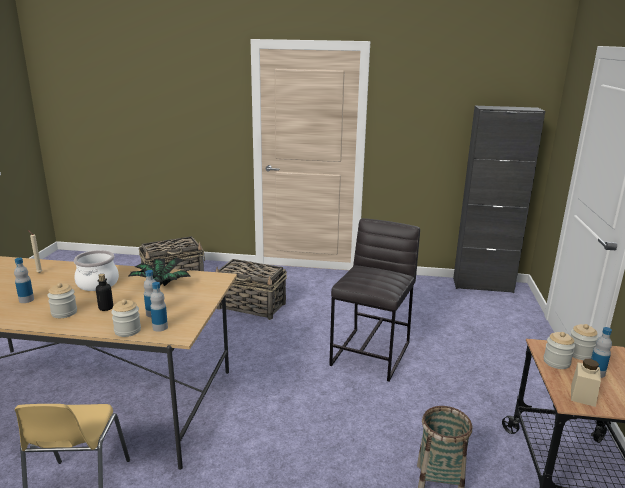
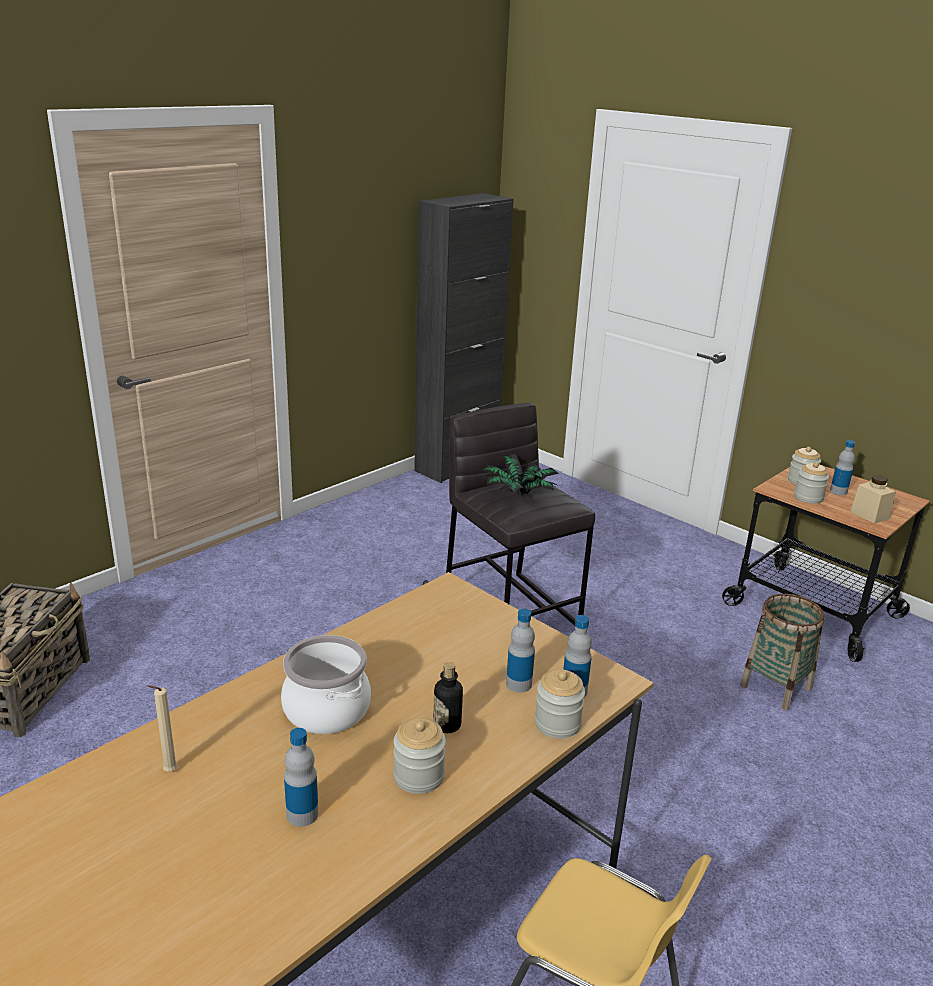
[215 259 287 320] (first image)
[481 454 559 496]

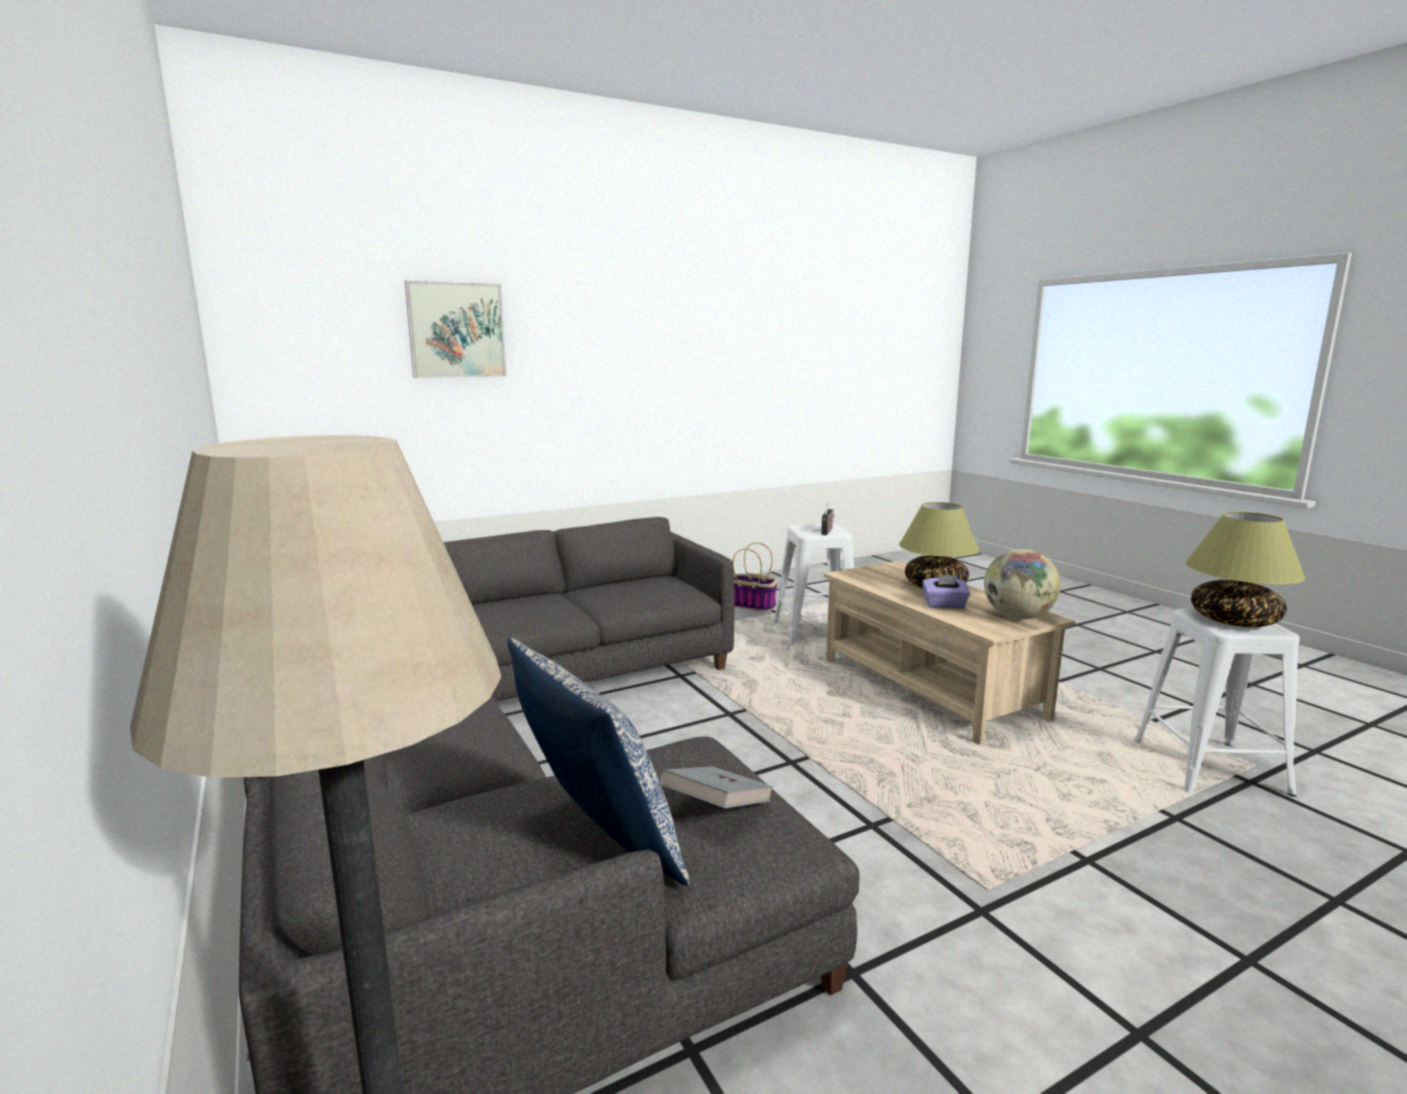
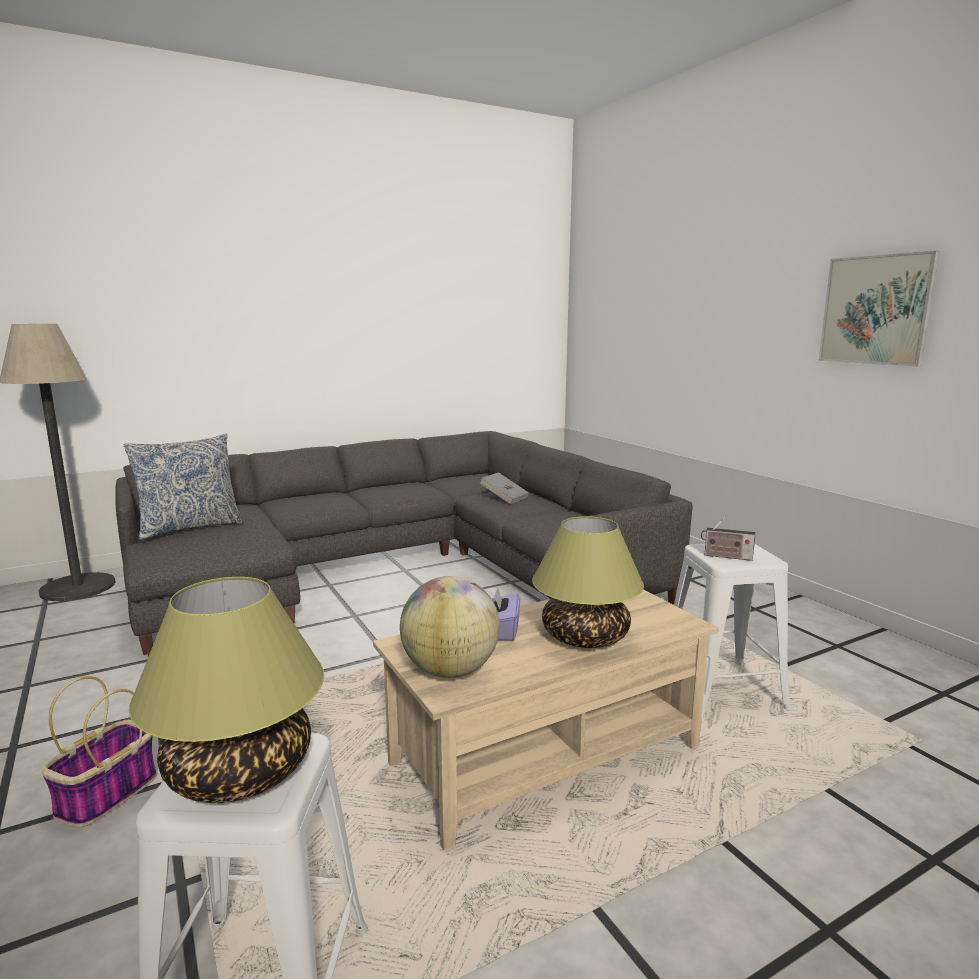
[819 251 940 367]
[480 472 529 504]
[41 676 157 827]

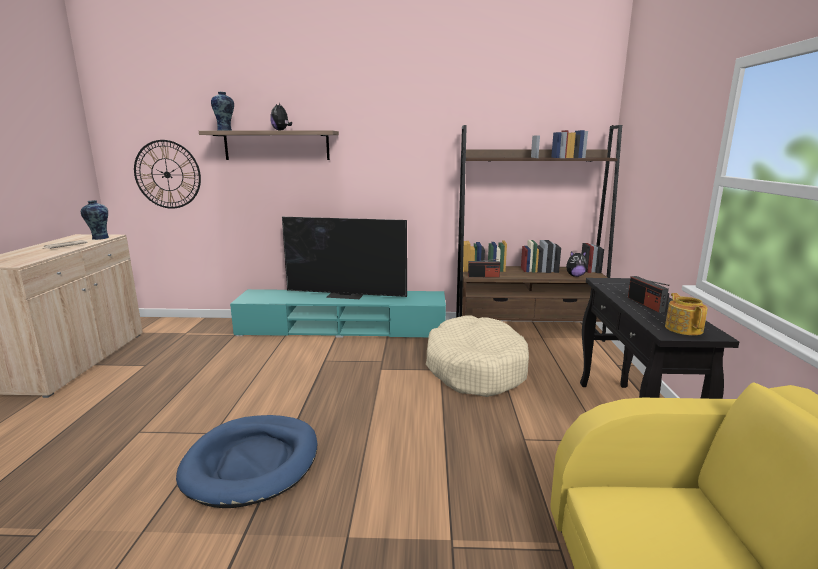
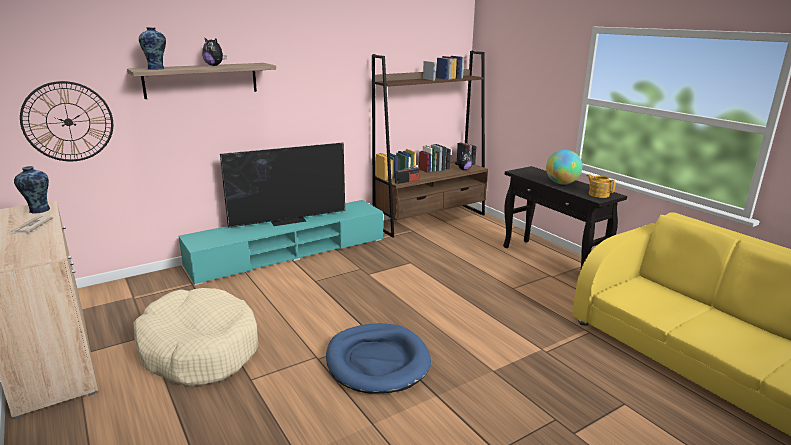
[133 288 258 387]
[546 150 582 185]

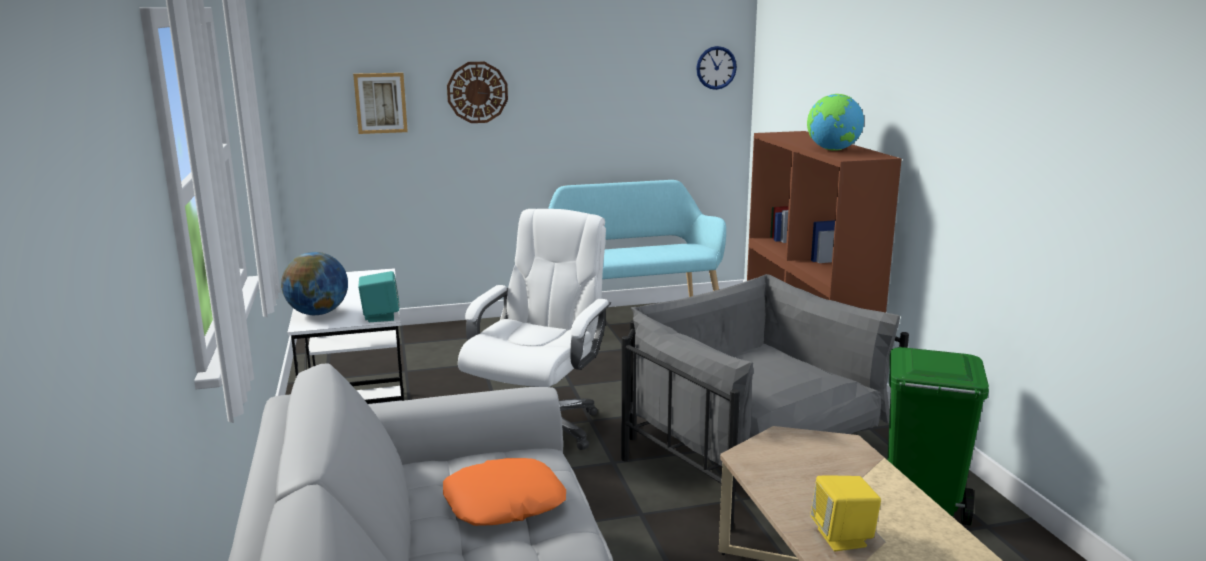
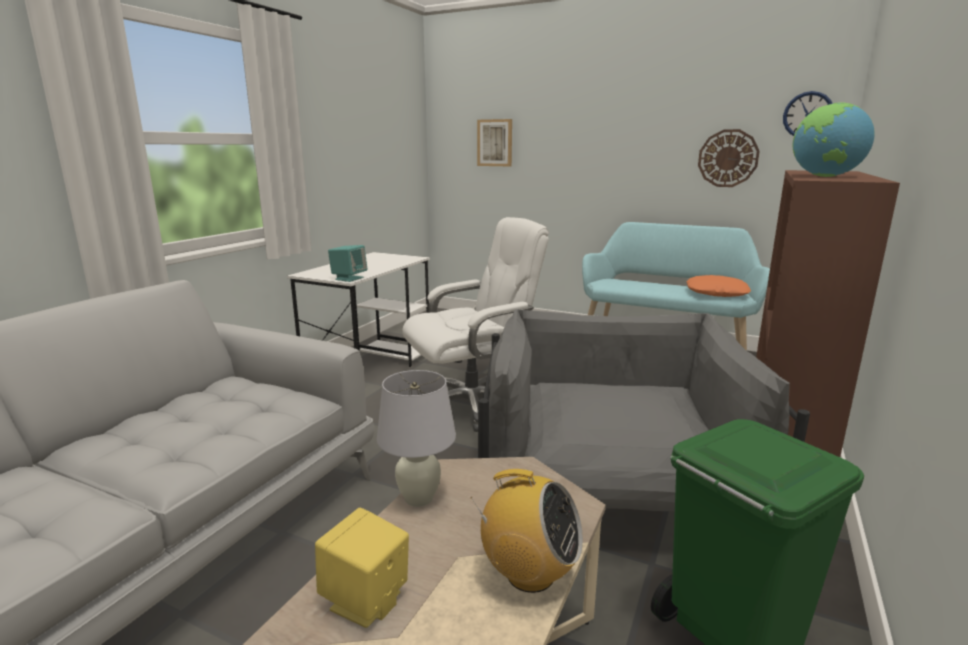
[281 252 348 315] (first image)
[377 370 456 507]
[471 469 583 593]
[687 275 751 297]
[698 129 760 187]

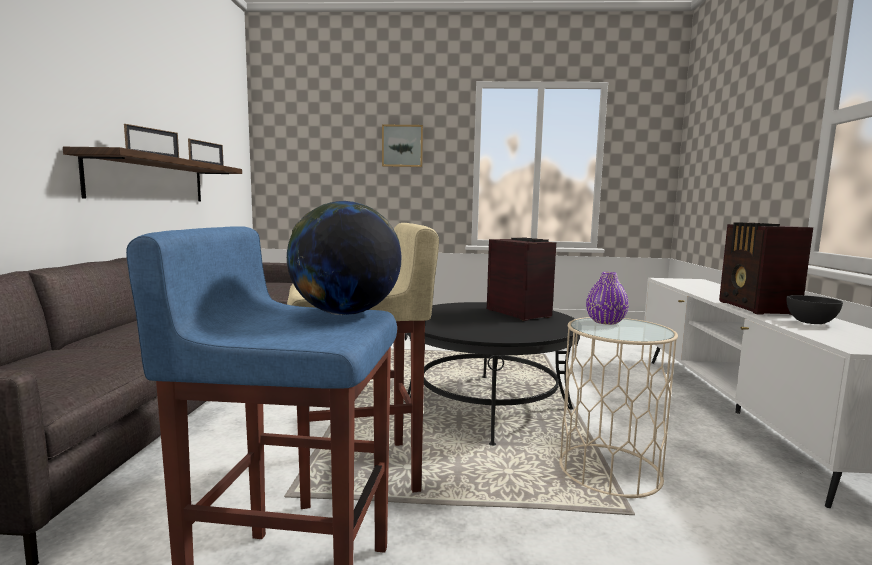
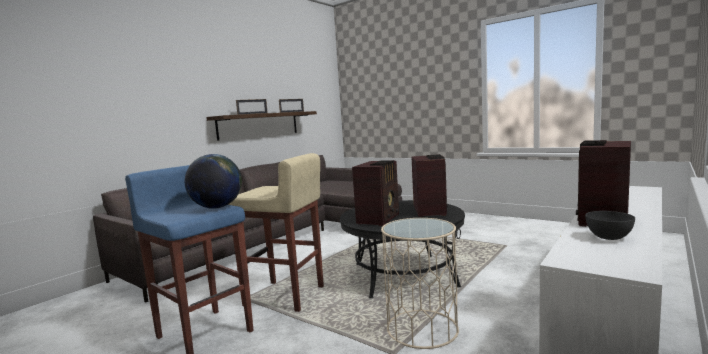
[382 125 423 167] (first image)
[586 272 629 325] (first image)
[352 160 399 226]

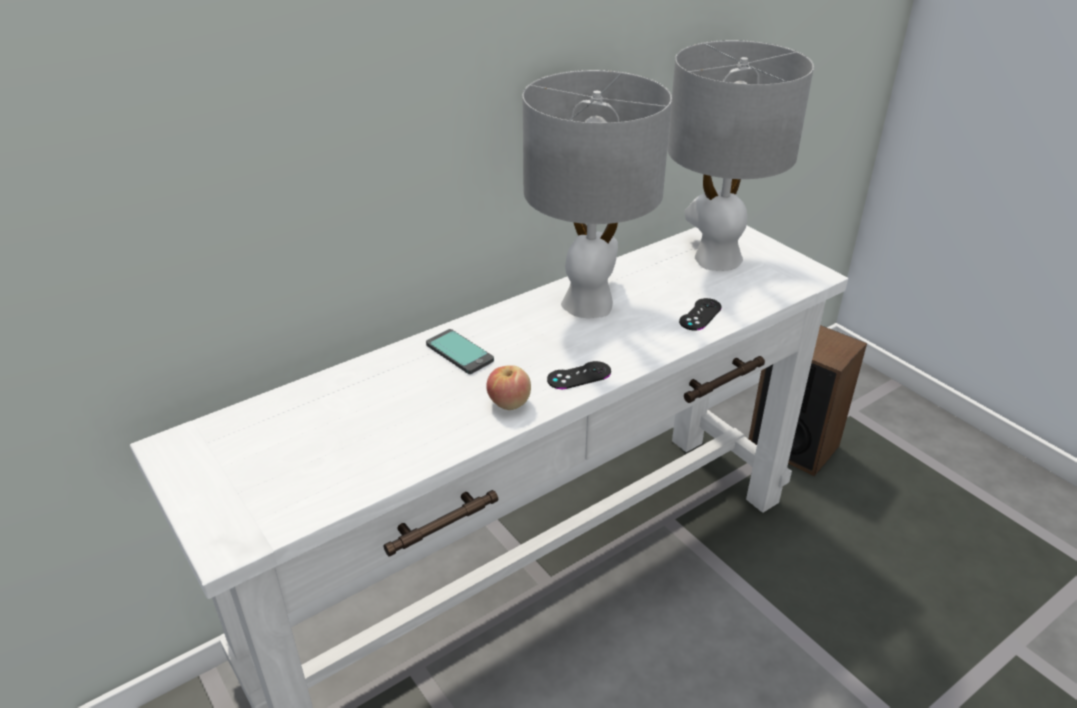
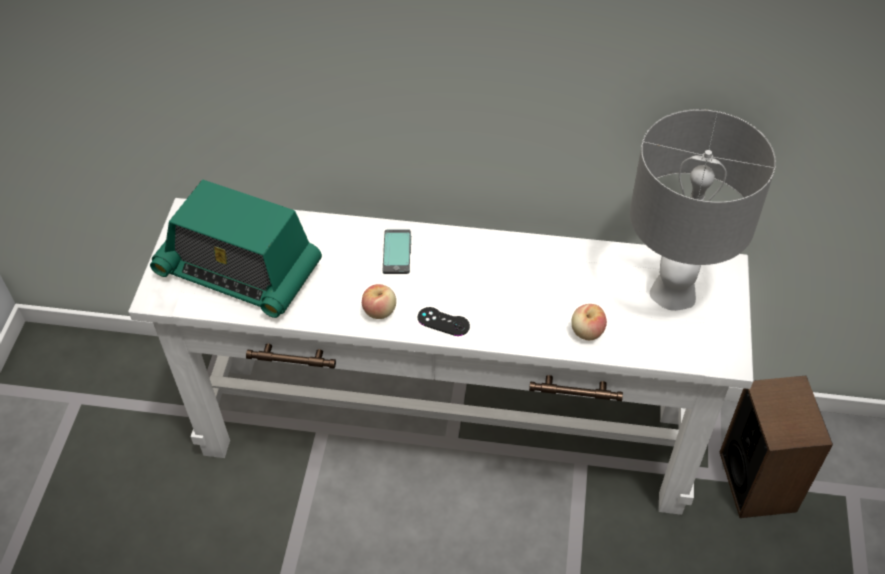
[523 70 672 318] (first image)
[150 179 322 318]
[571 304 607 340]

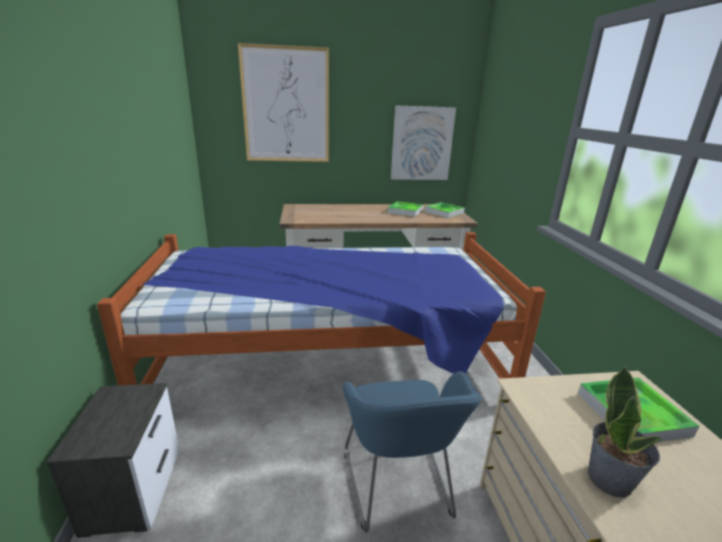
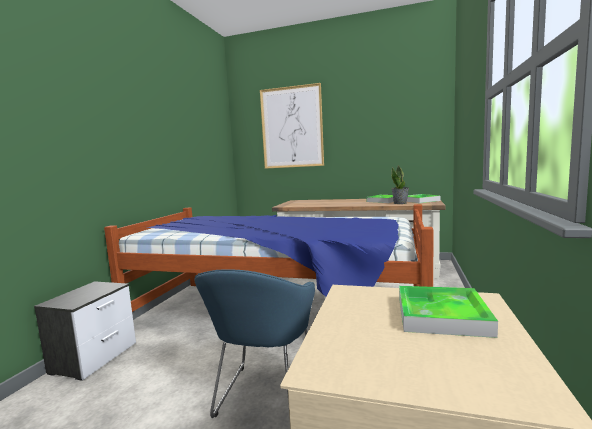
[391 105 456 180] (first image)
[391 166 409 204]

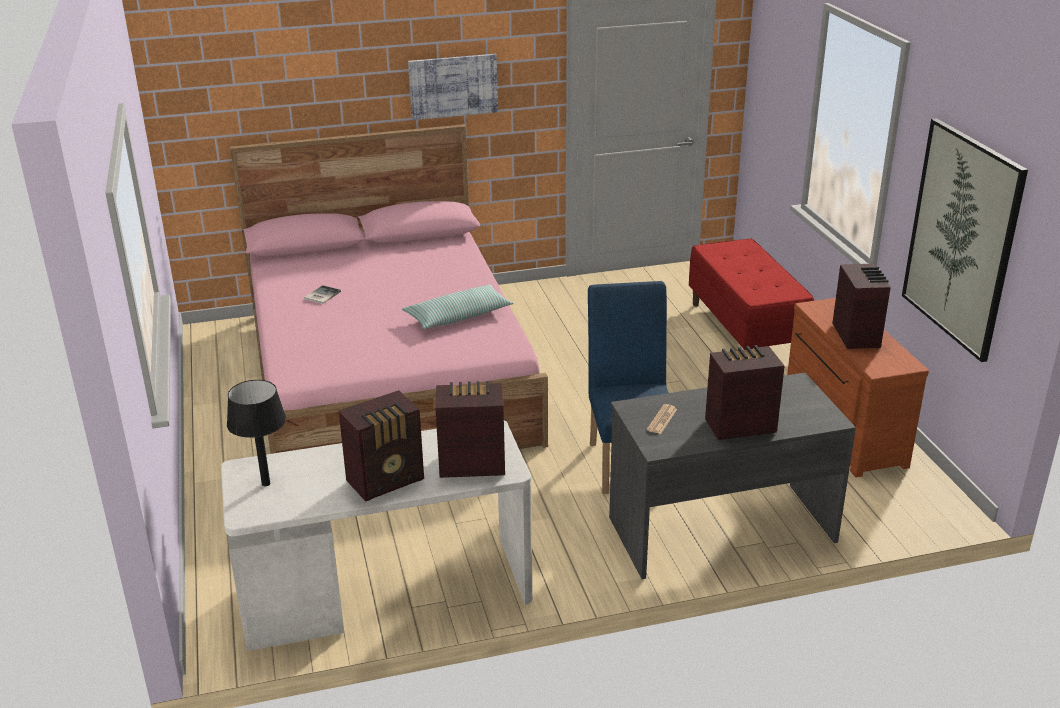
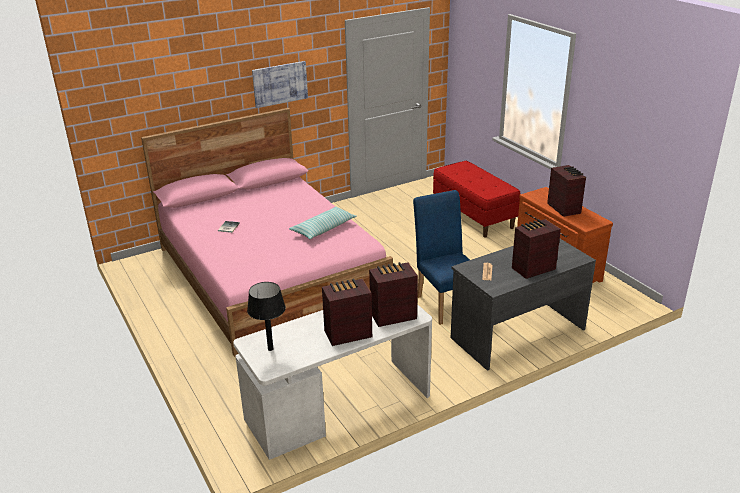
[902 118 1028 362] (first image)
[322 279 372 346]

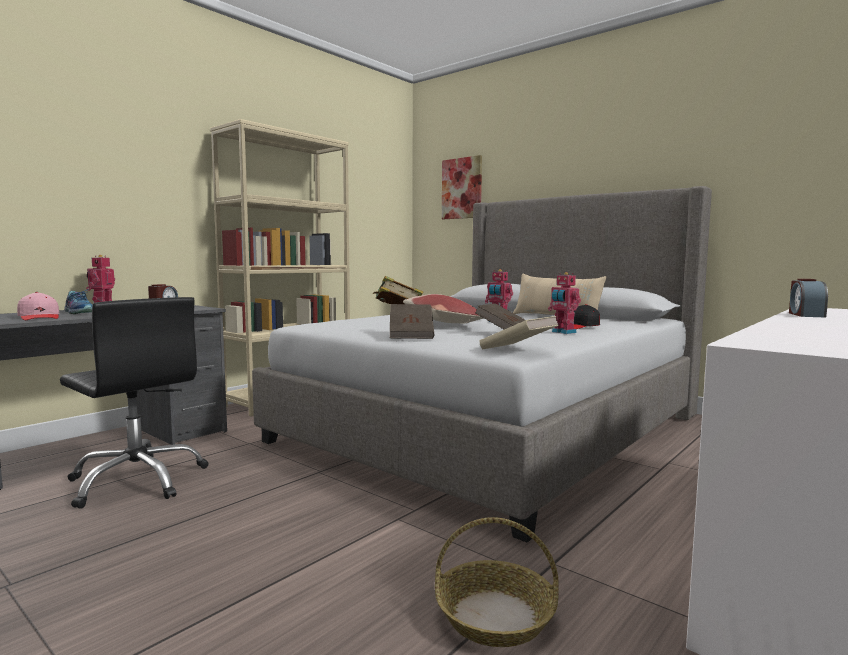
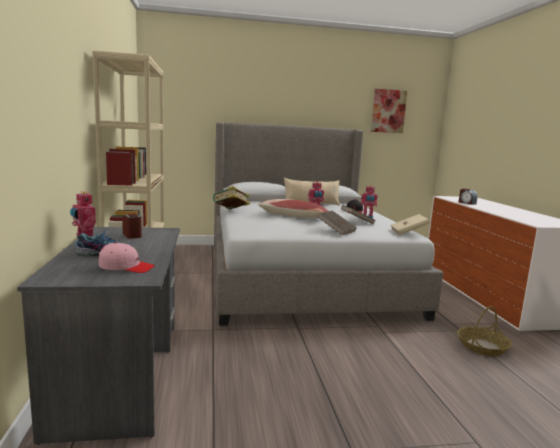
[60 297 209 509] (first image)
[371 89 407 133]

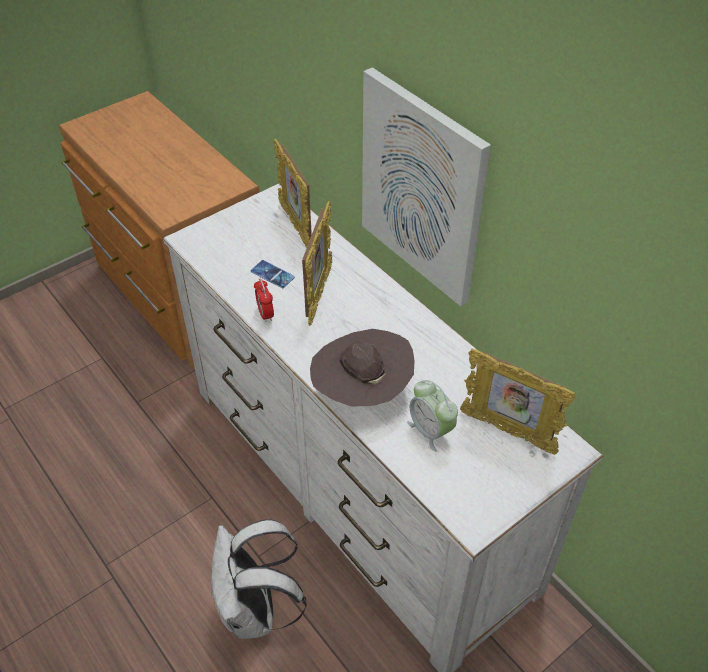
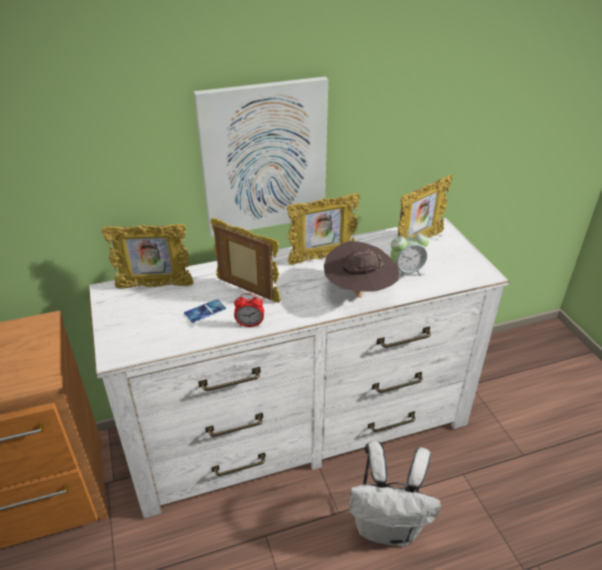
[287 193 360 265]

